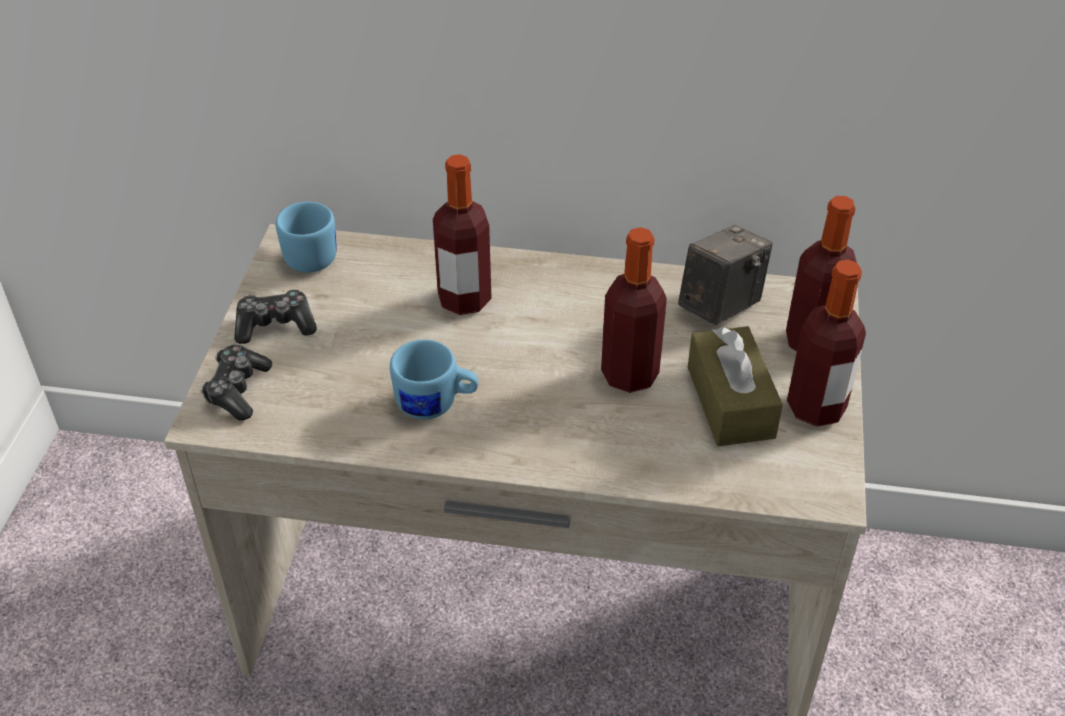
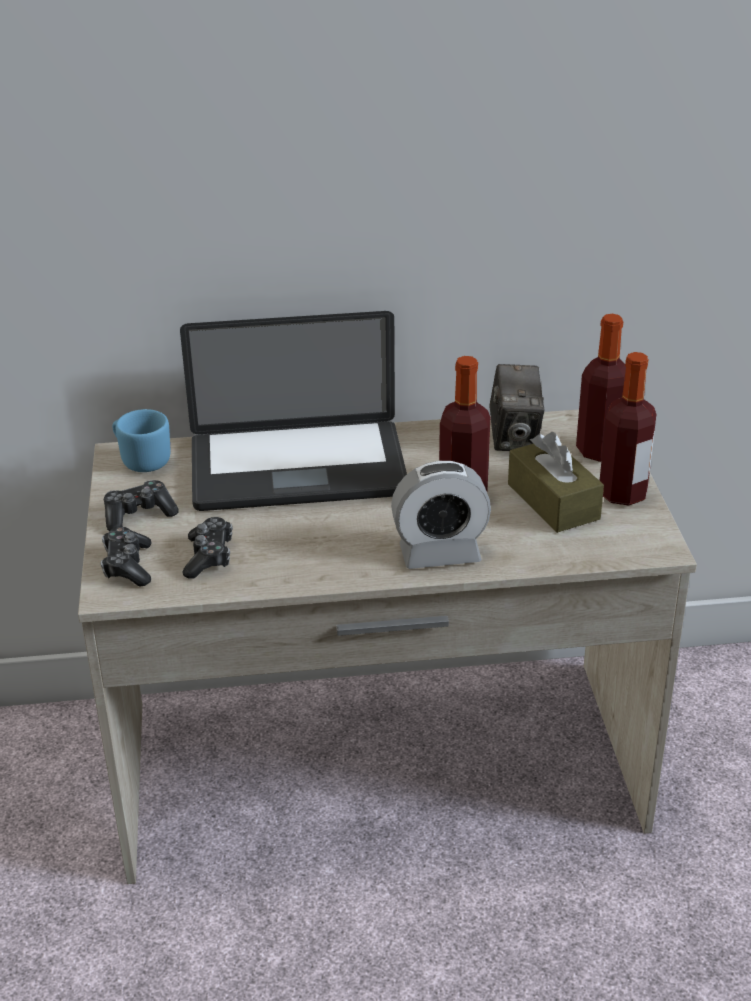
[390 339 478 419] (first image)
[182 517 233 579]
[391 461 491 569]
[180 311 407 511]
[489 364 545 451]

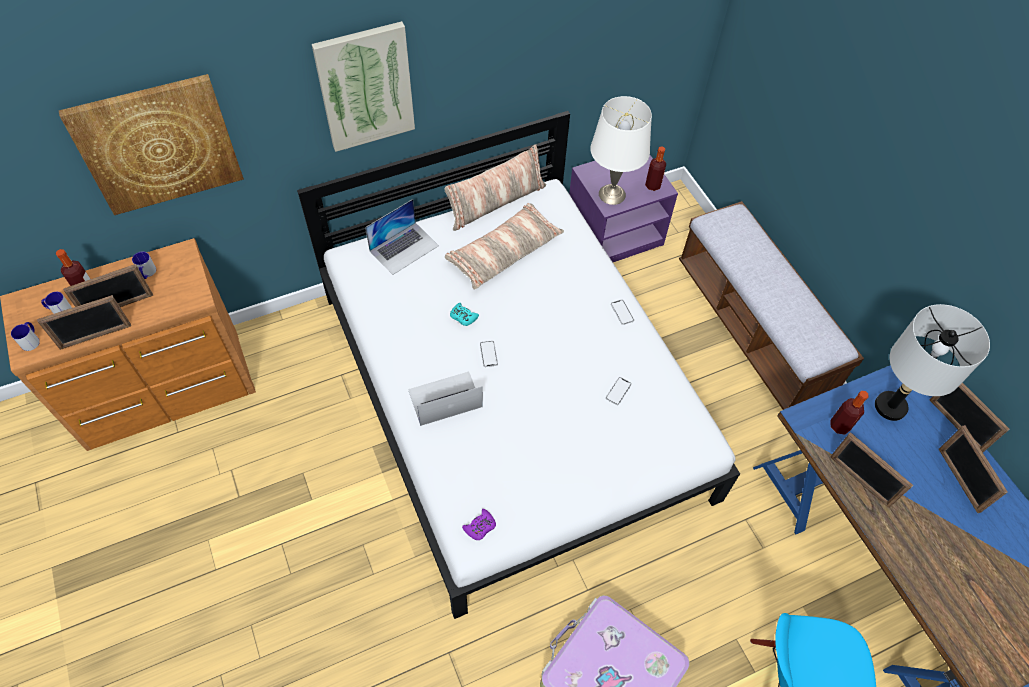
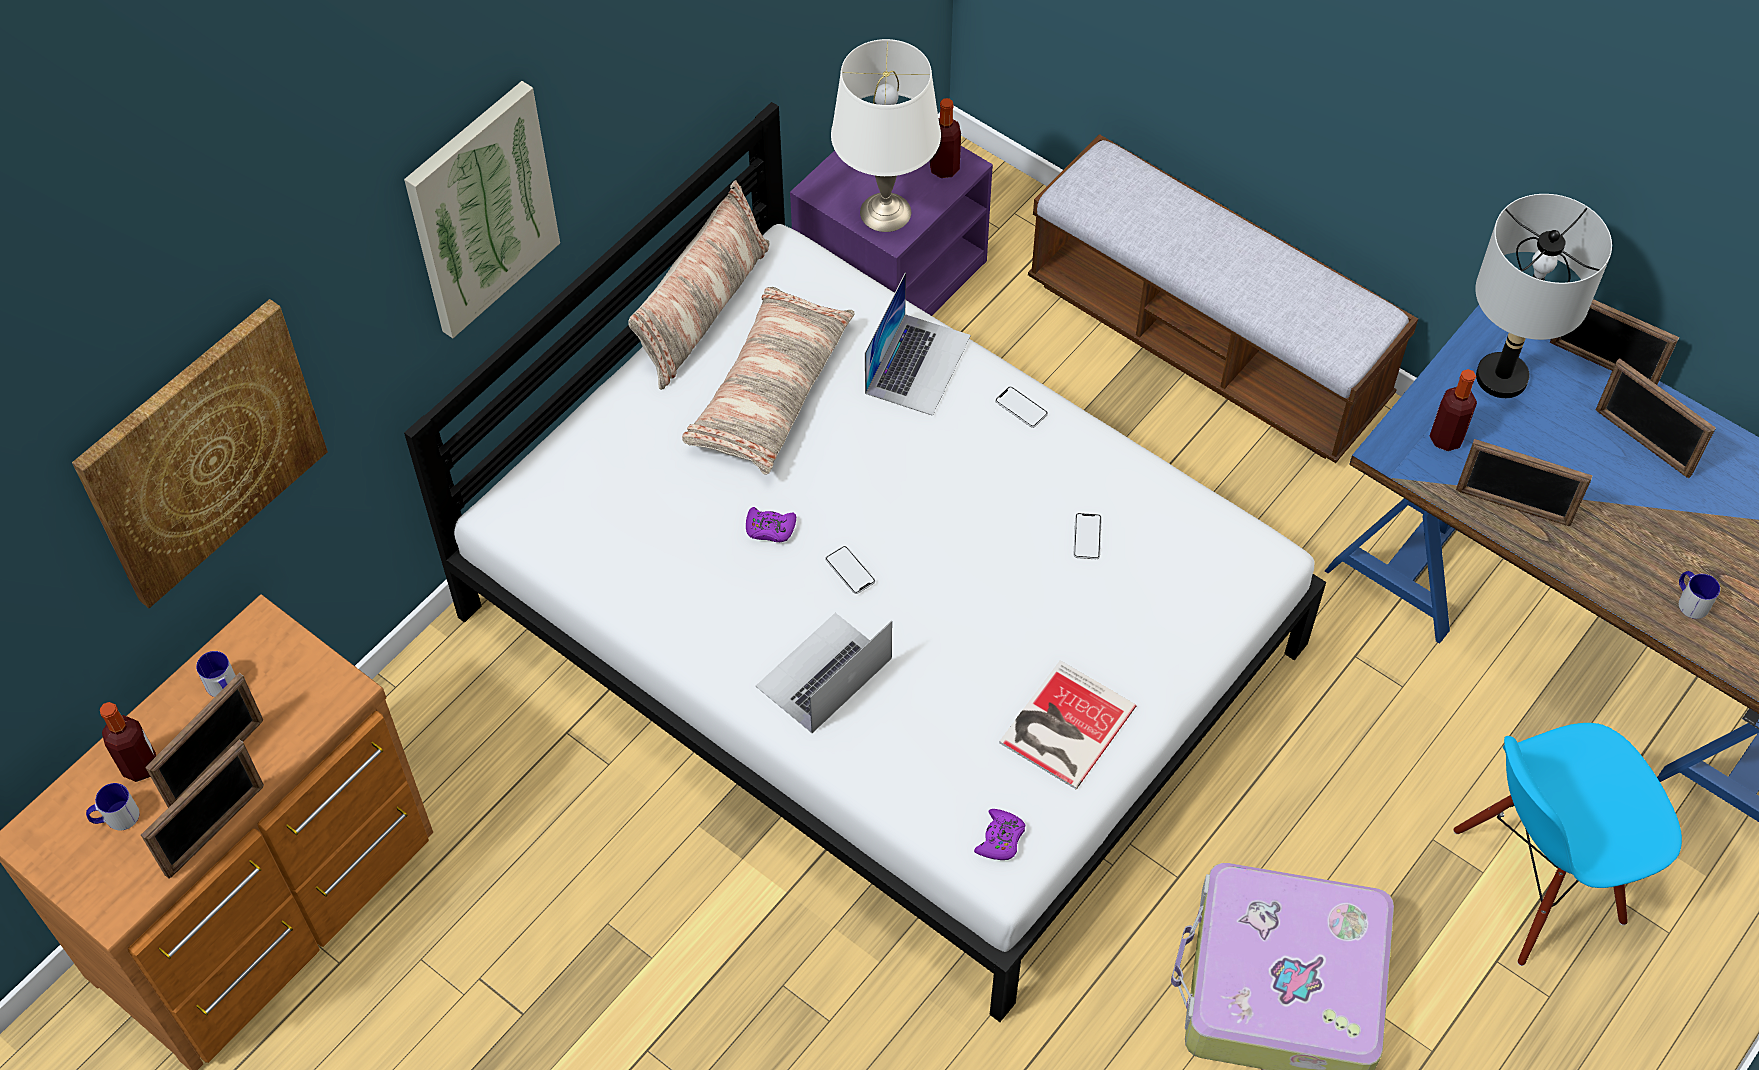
[999 660 1136 789]
[1679 571 1720 619]
[865 273 971 416]
[746 507 796 542]

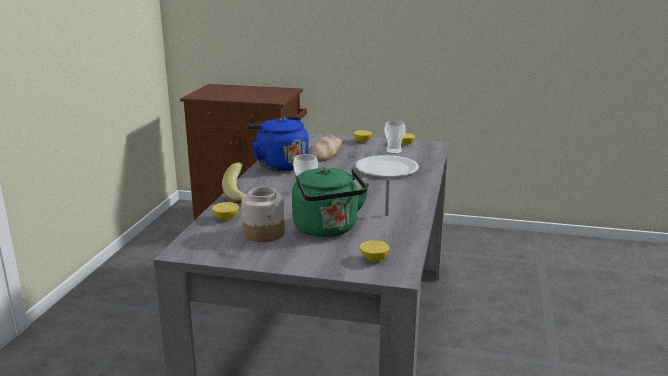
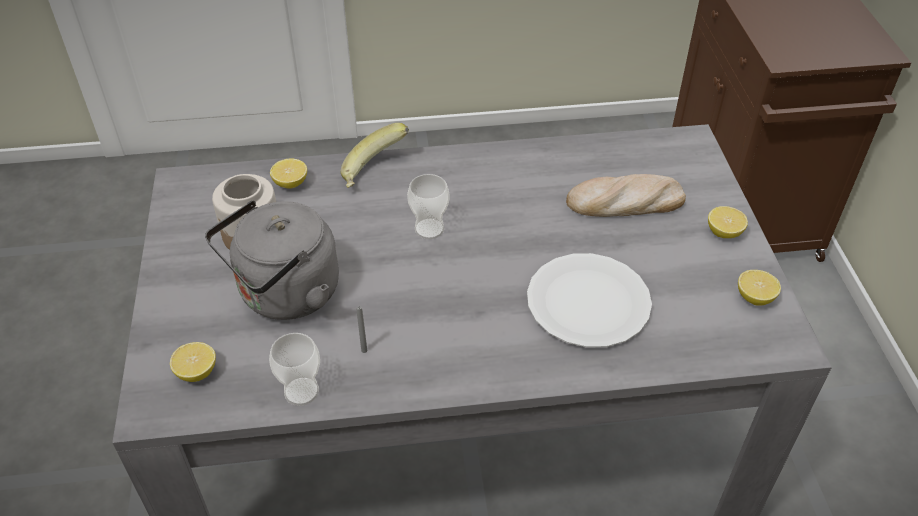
[246 116 309 171] (first image)
[269 333 320 406]
[205 200 339 320]

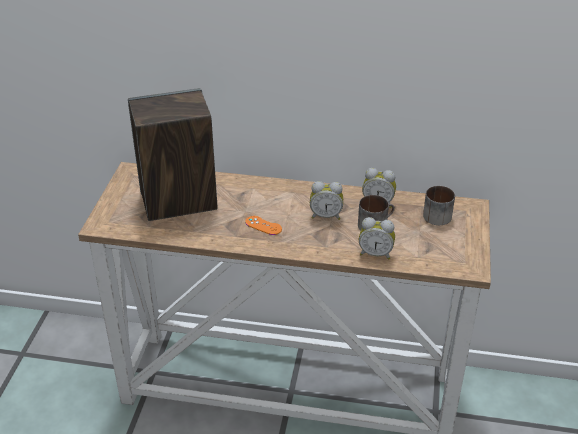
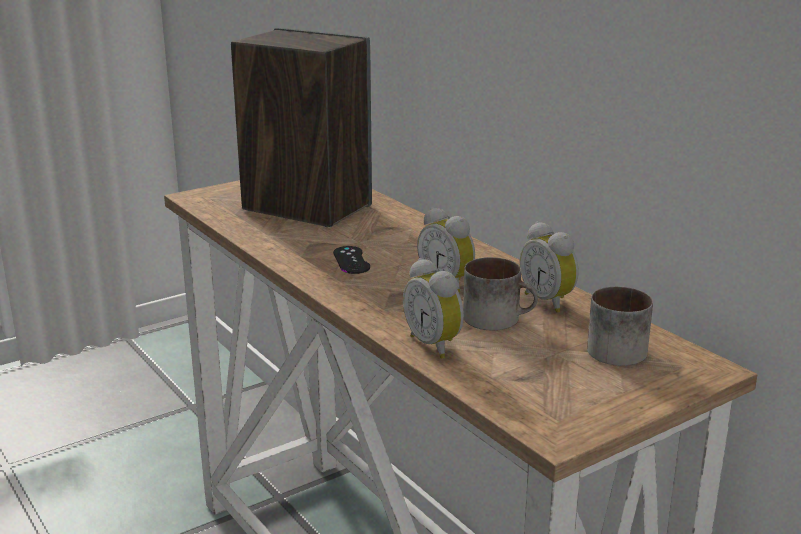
[333 246 370 274]

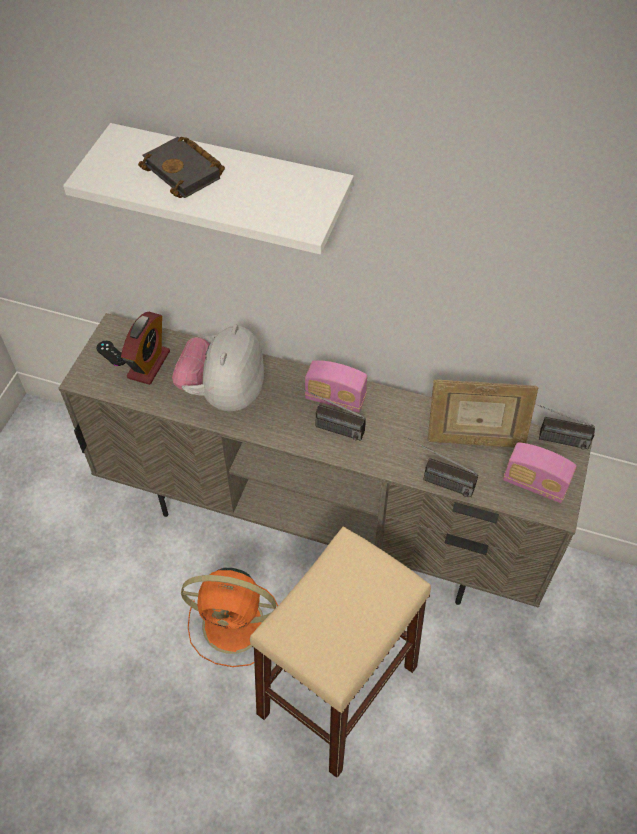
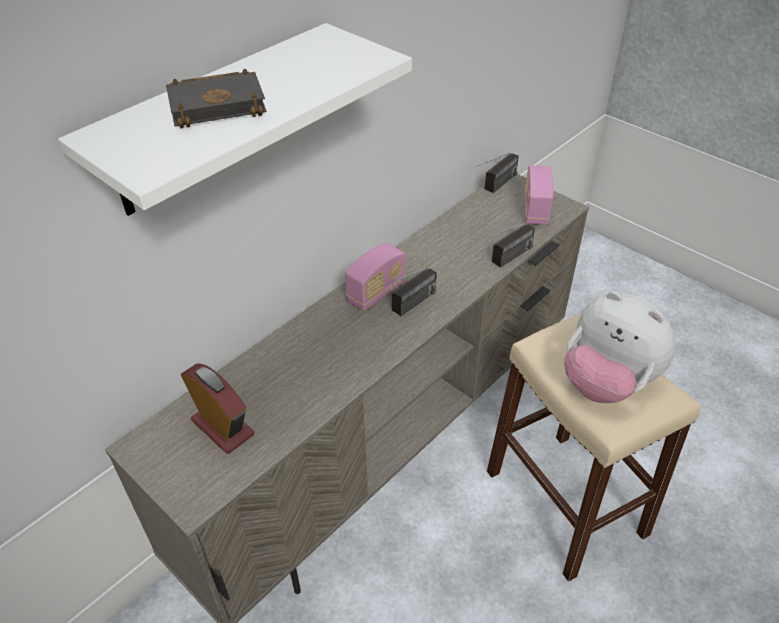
[97 341 126 366] (first image)
[181 568 278 667] (first image)
[428 379 539 448] (first image)
[564 291 676 403]
[525 165 553 225]

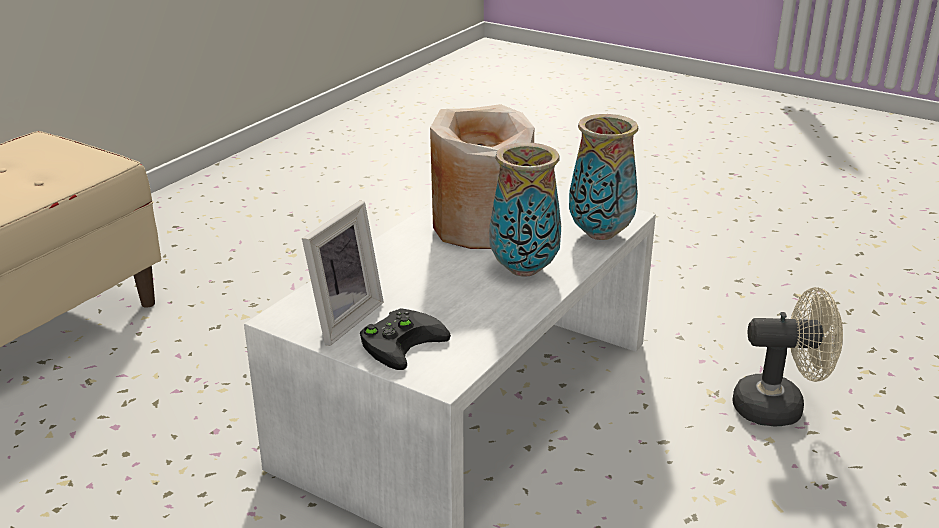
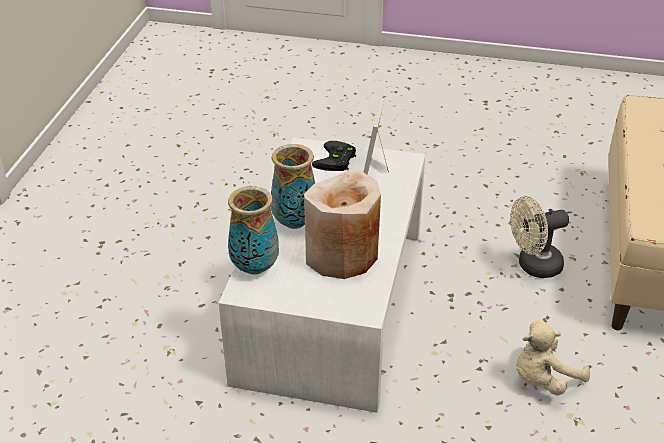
[516 320 590 396]
[511 196 569 278]

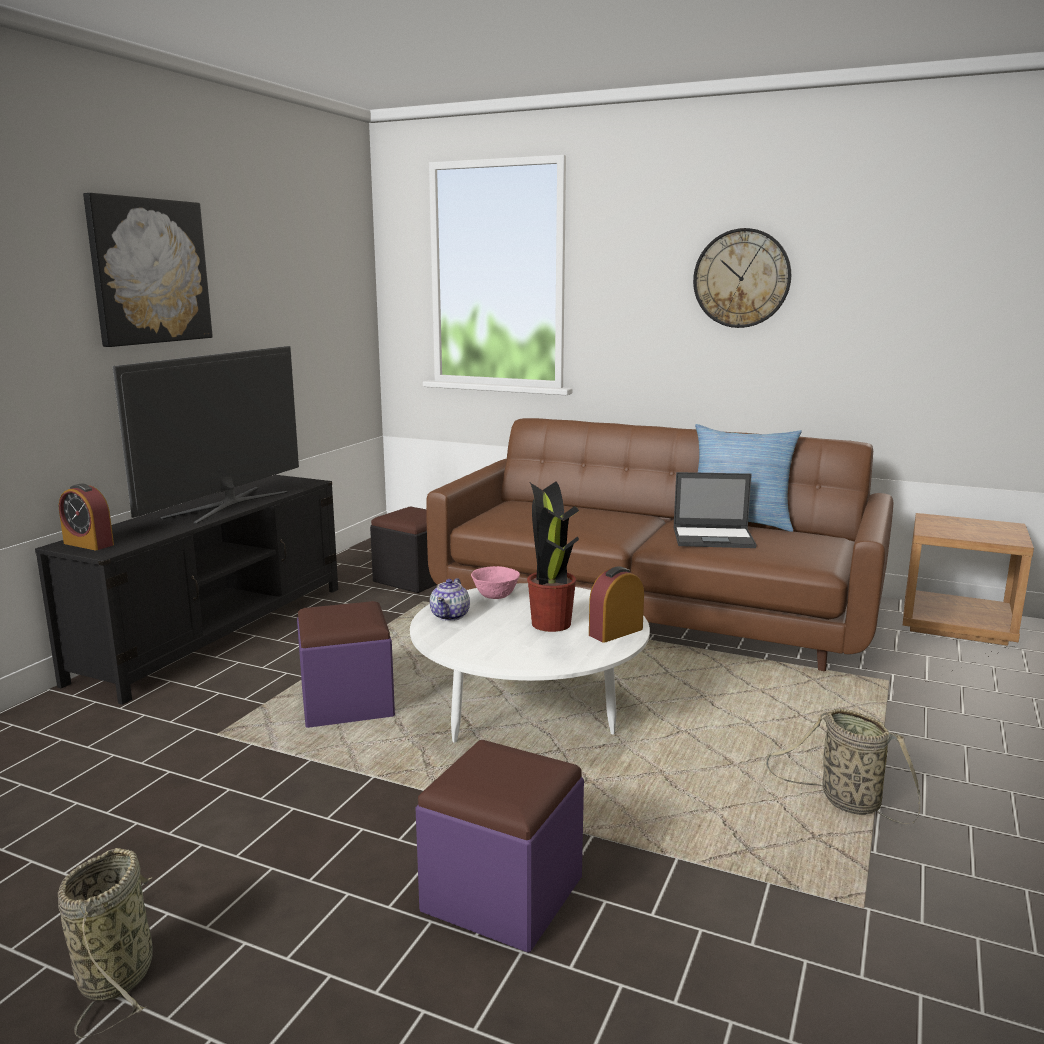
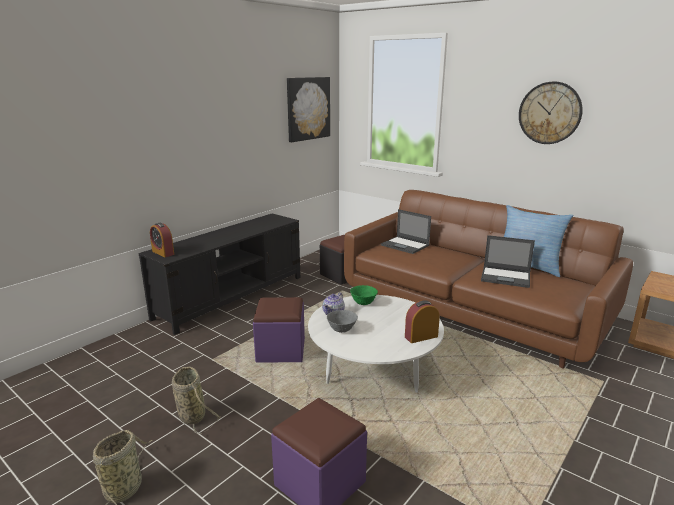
[113 346 299 524] (first image)
[527 481 579 632] (first image)
[327 310 358 333]
[381 209 431 254]
[287 77 330 142]
[172 367 220 434]
[350 285 378 305]

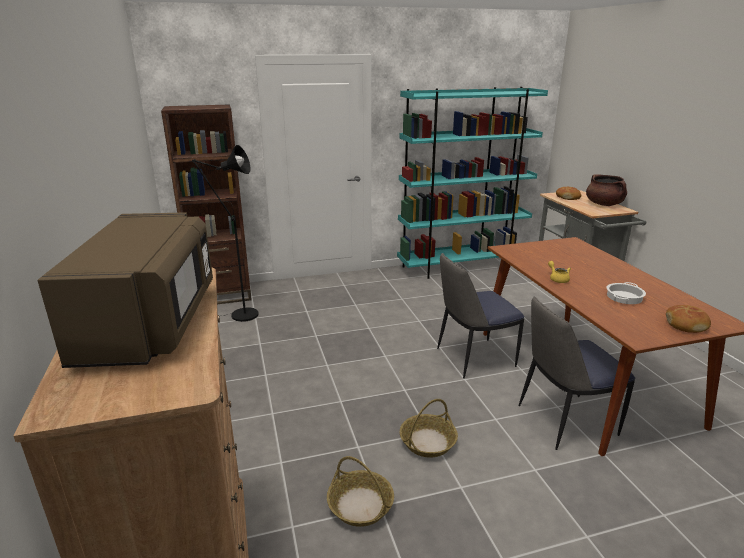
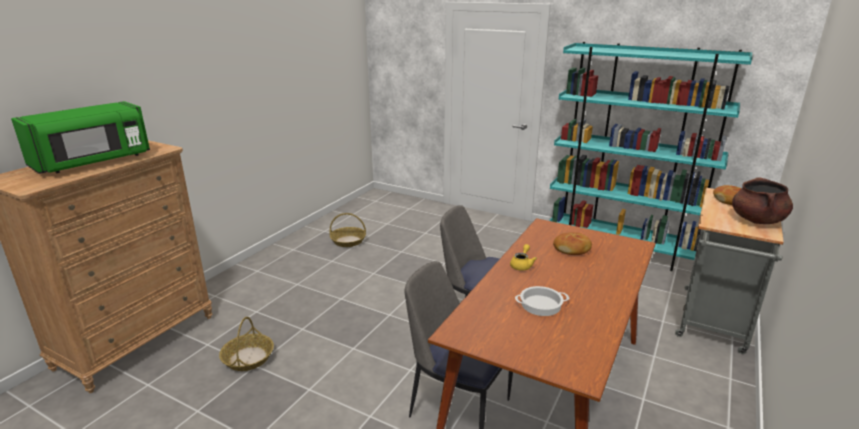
[161 104 252 304] (first image)
[192 145 259 322] (first image)
[330 213 366 247]
[553 232 592 255]
[11 101 150 174]

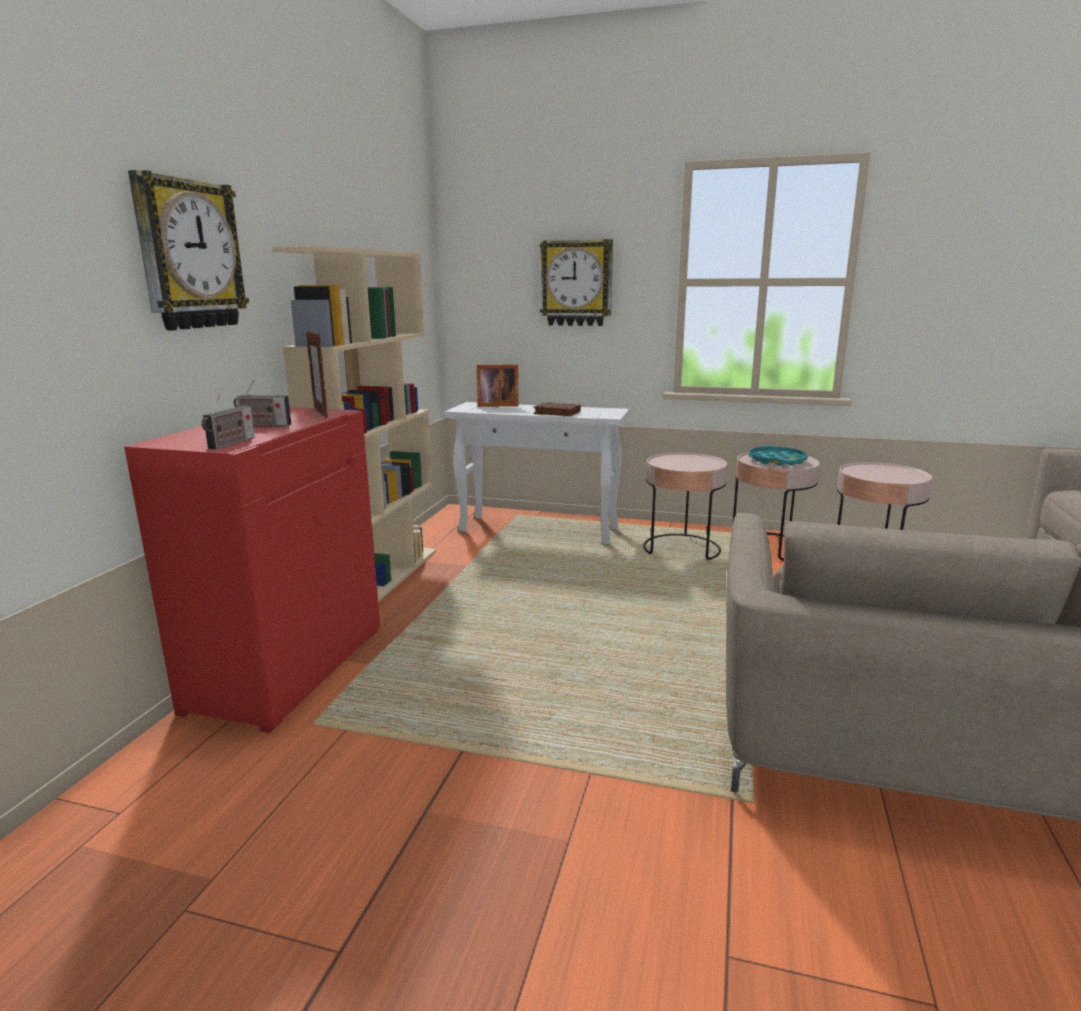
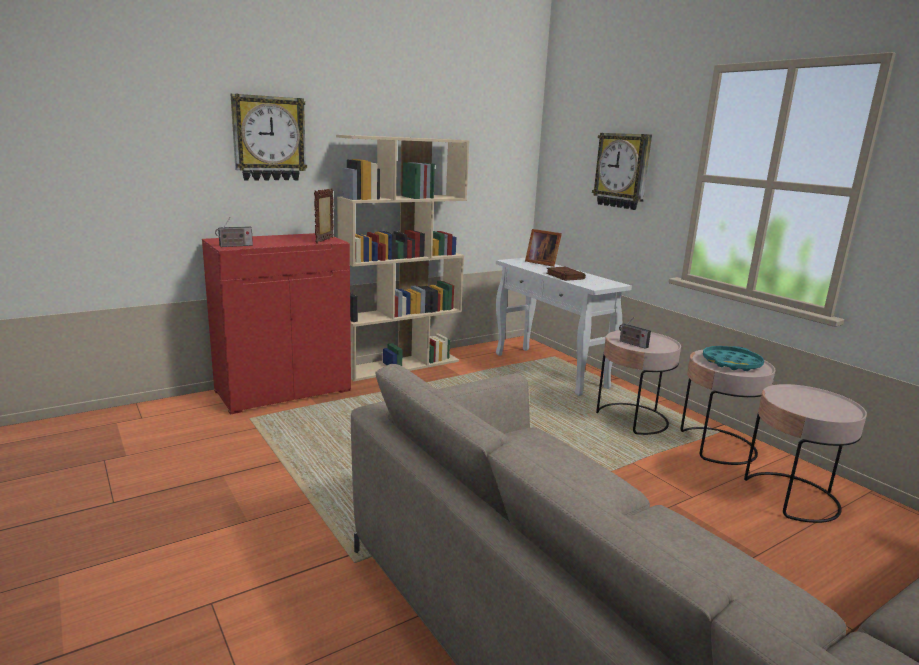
[619 317 651 349]

